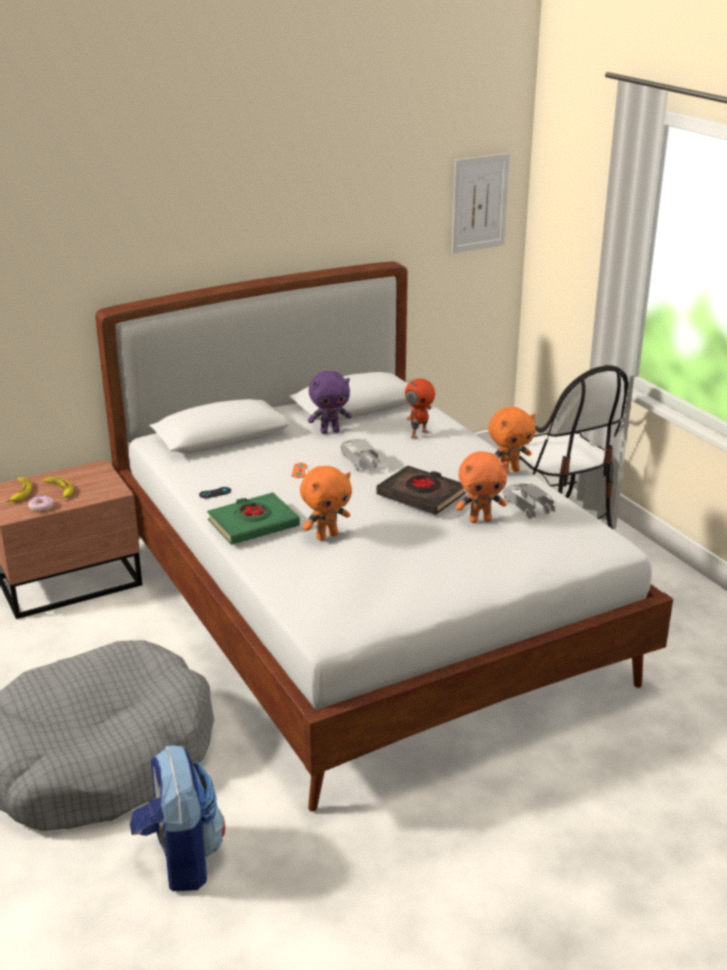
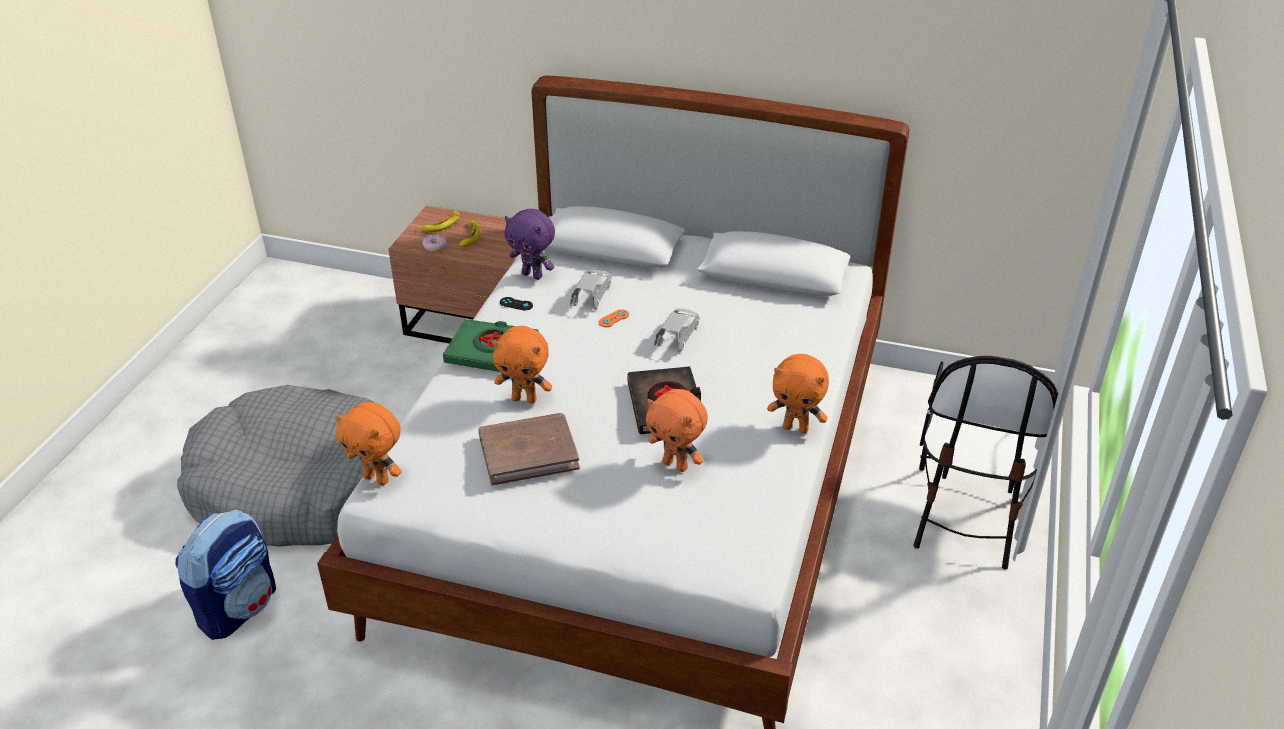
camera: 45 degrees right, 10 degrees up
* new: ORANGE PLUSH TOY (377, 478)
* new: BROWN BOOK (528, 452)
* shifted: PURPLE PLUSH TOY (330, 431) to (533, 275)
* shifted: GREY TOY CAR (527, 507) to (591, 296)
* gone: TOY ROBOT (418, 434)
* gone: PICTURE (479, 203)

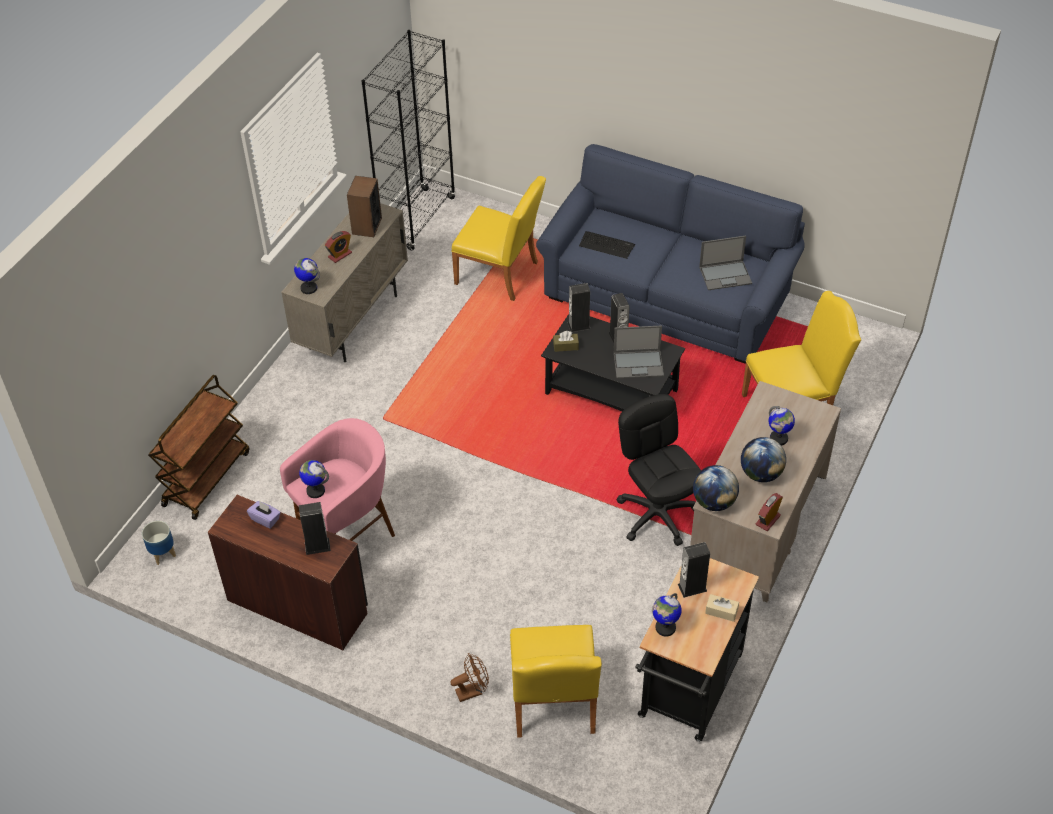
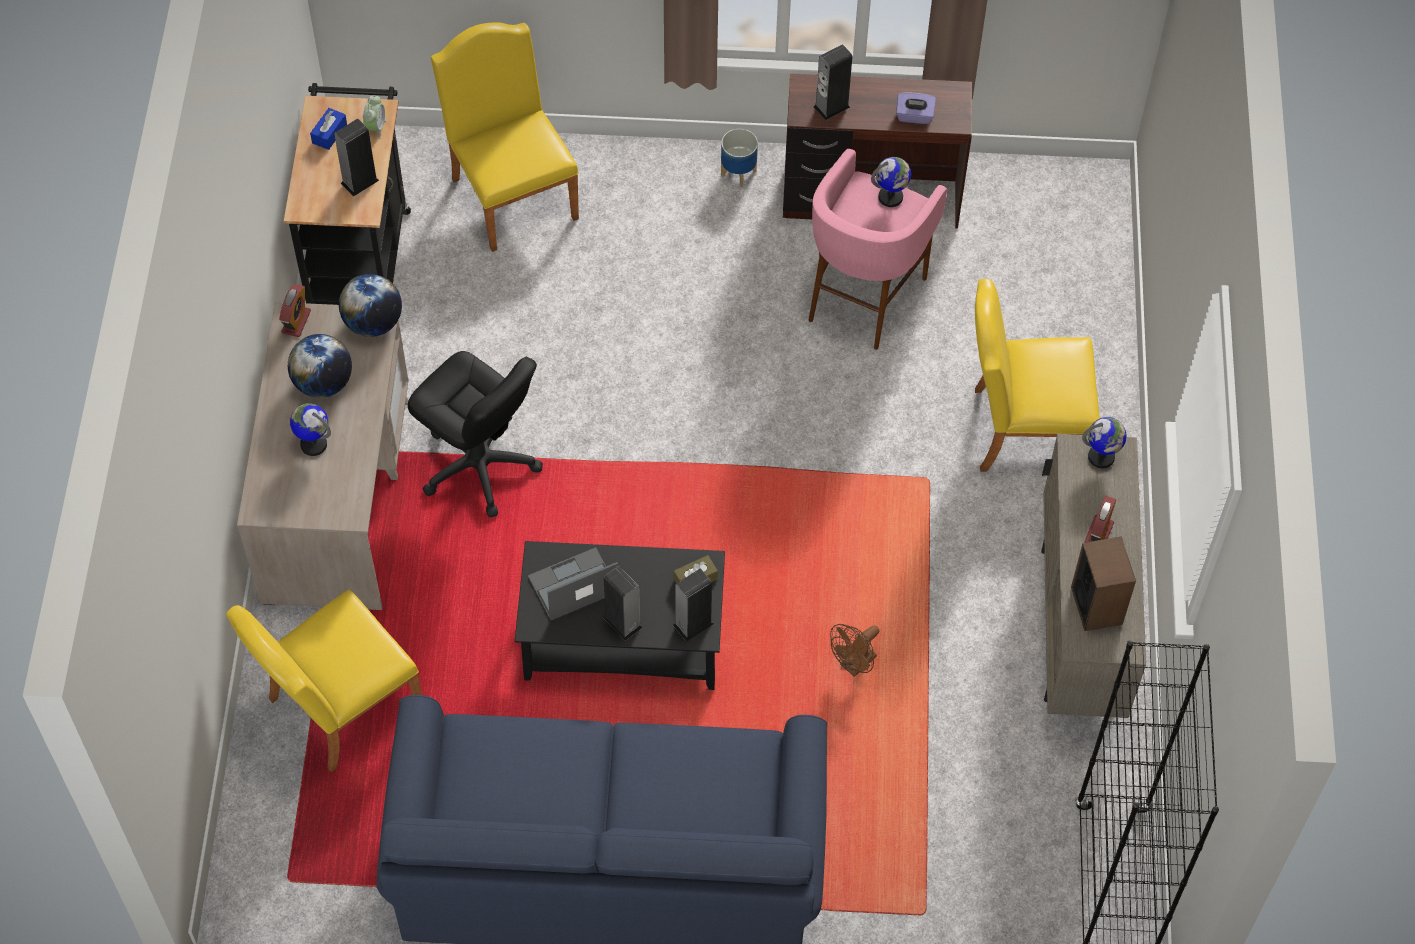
camera: 155 degrees right, 10 degrees up
* new: BLUE TISSUE BOX (329, 133)
* swapped: GLOBE (665, 627) to ALARM CLOCK (375, 127)
* shifted: PLANTER (162, 554) to (738, 173)
* shifted: BROWN FAN (472, 691) to (854, 665)
* shifted: YELLOW CHAIR (502, 275) to (1020, 429)
* gone: BROWN CART (206, 478)
* gone: KEYBOARD (606, 245)
* gone: LAPTOP (726, 275)
* gone: BEIGE TISSUE BOX (721, 611)

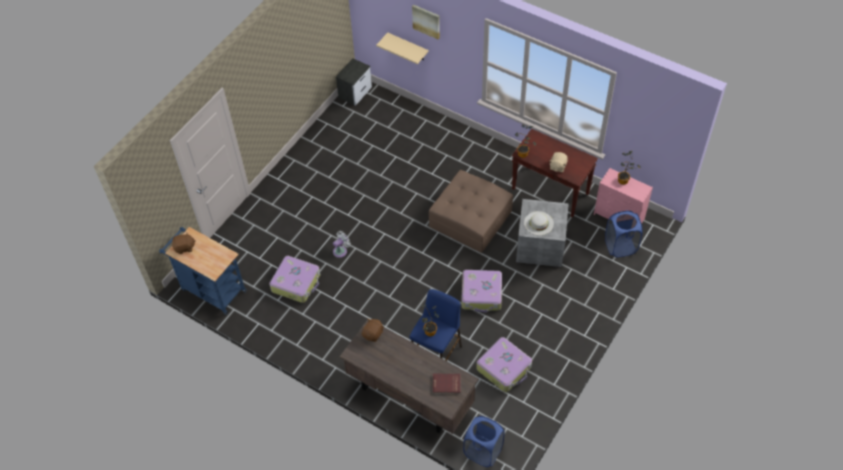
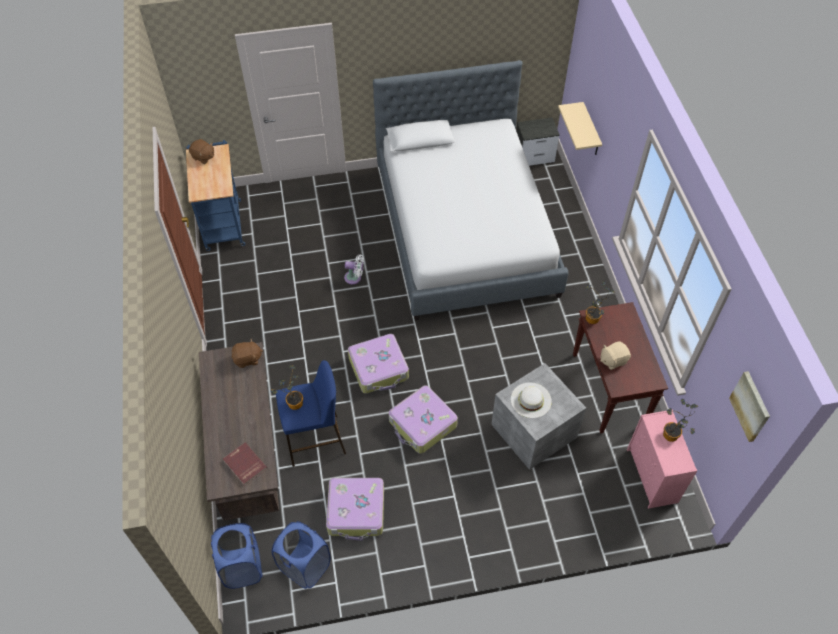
camera: 45 degrees right, 0 degrees up
* shifted: BLUE LAUNDRY BASKET (620, 246) to (305, 566)
* shifted: SUITCASE (296, 283) to (379, 368)
* new: BED (465, 230)
* shifted: PICTURE (426, 21) to (750, 406)
* gone: BROWN OTTOMAN (470, 218)

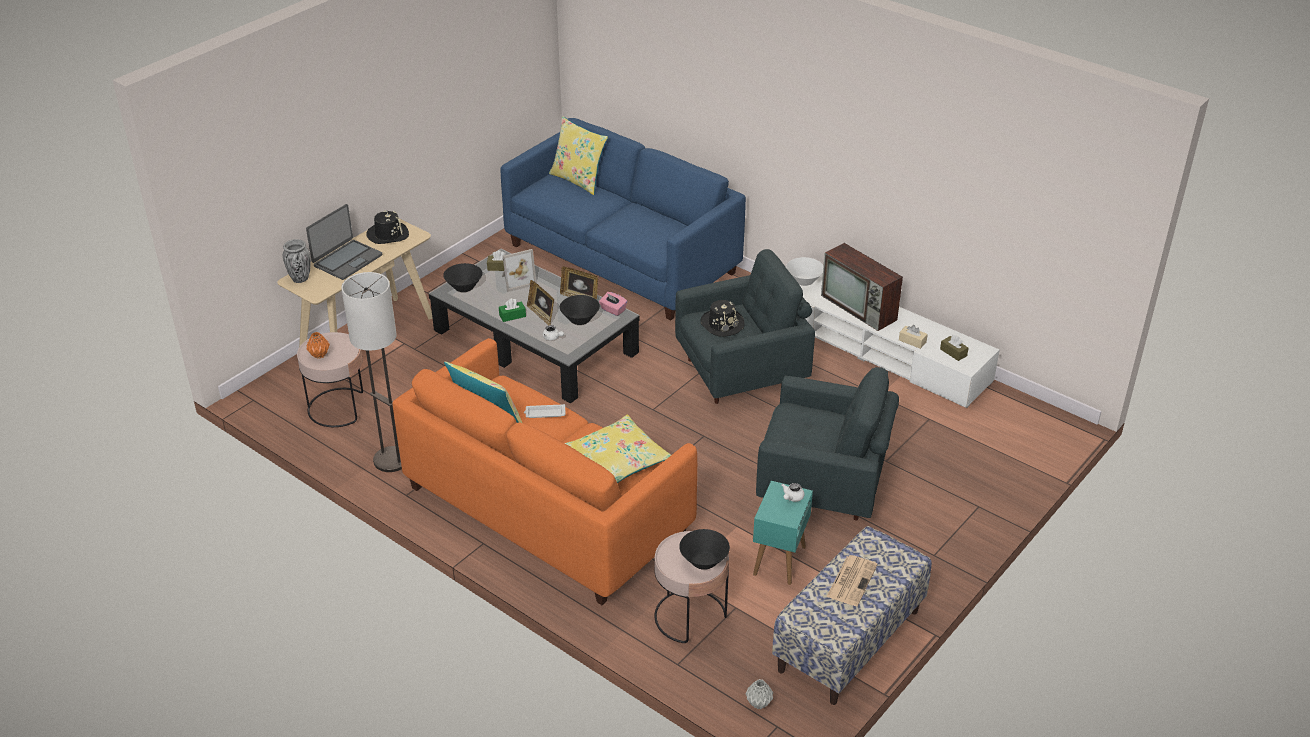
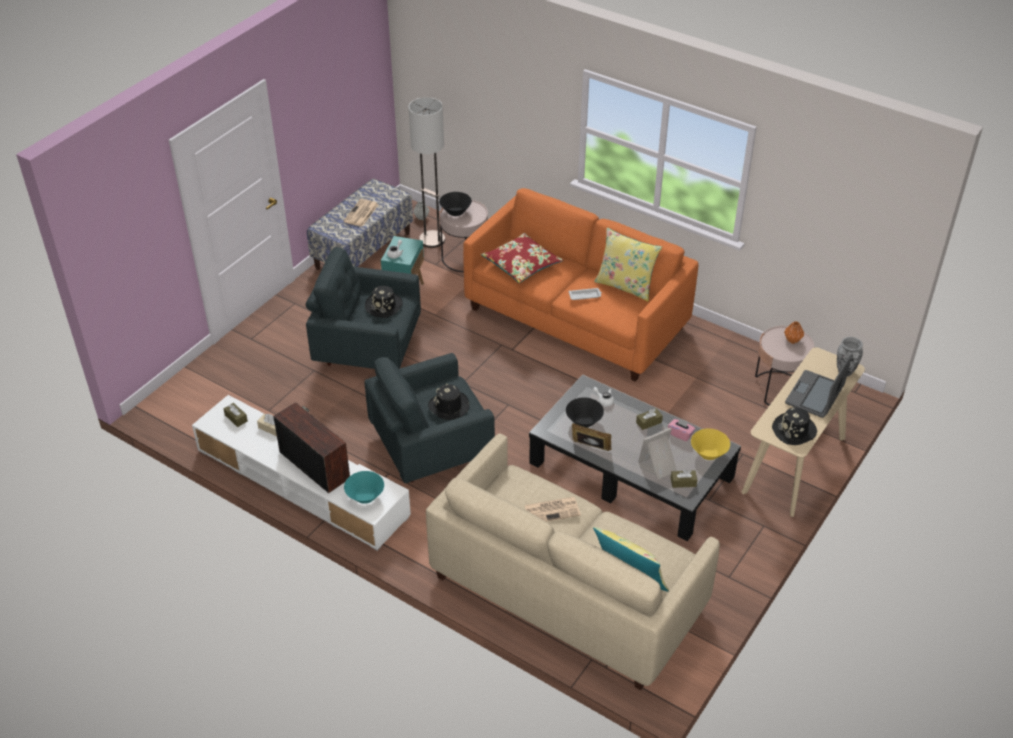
camera: 175 degrees right, 5 degrees up
* repainted: WHITE BOWL (804, 281) to TURQUOISE BOWL (365, 496)
* new: BLACK HAT (384, 306)
* shifted: FLOOR LAMP (391, 460) to (432, 239)
* repainted: BLUE SOFA (622, 259) to BEIGE SOFA (567, 591)
* repainted: YELLOW PILLOW (618, 460) to RED PILLOW (521, 264)
* new: NEWSPAPER (553, 510)
* repainted: GREEN TISSUE BOX (512, 316) to BROWN TISSUE BOX (649, 422)
* shifted: PINK TISSUE BOX (613, 310) to (680, 434)
* repainted: BLACK BOWL (464, 287) to YELLOW BOWL (708, 453)
* gone: PICTURE FRAME (541, 315)

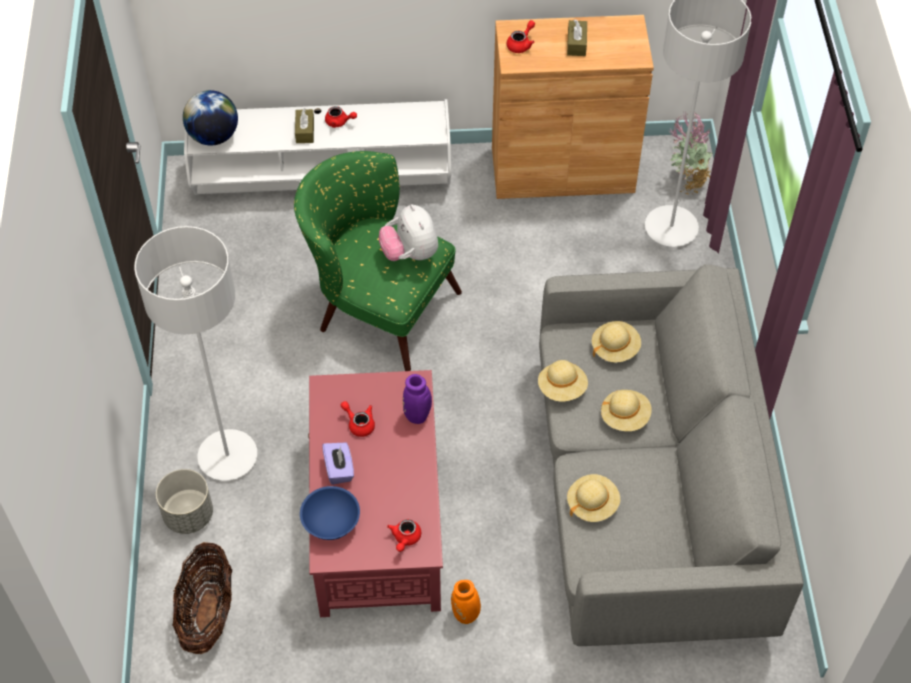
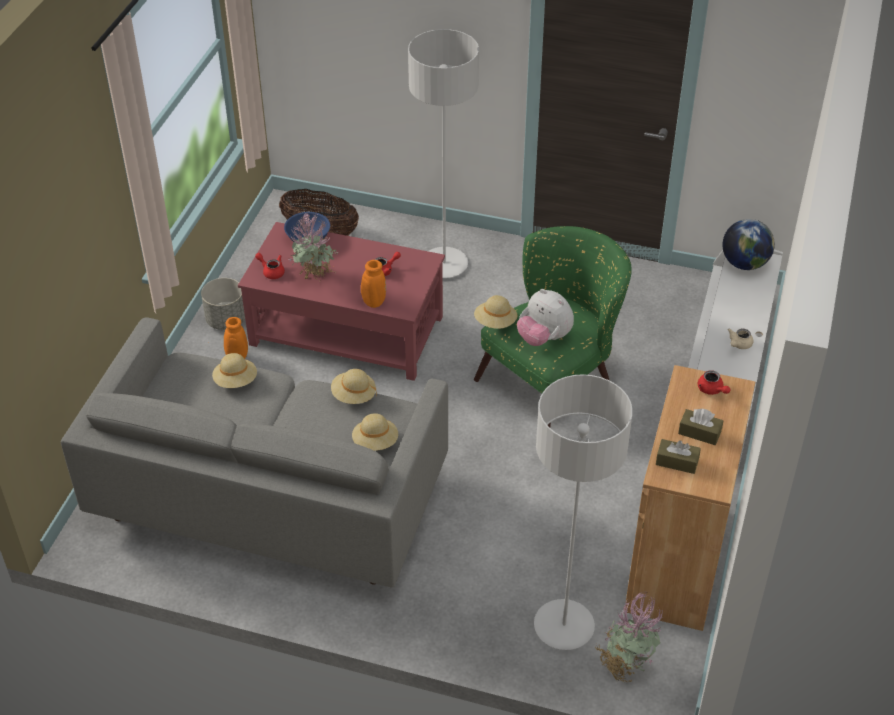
camera: 110 degrees right, 10 degrees down
* shifted: GREY PLANTER (188, 515) to (226, 320)
* new: POTTED PLANT (315, 279)
* repainted: PURPLE VASE (418, 417) to ORANGE VASE (372, 302)
* shifted: BEIGE HAT (625, 417) to (495, 322)
* rotated: PLUSH TOY (410, 253) = (544, 338) 135 degrees counterclockwise
* shifted: BROWN TISSUE BOX (305, 131) to (677, 462)
* repainted: RED TEAPOT (339, 122) to BEIGE TEAPOT (739, 345)
* gone: PURPLE TISSUE BOX (339, 469)

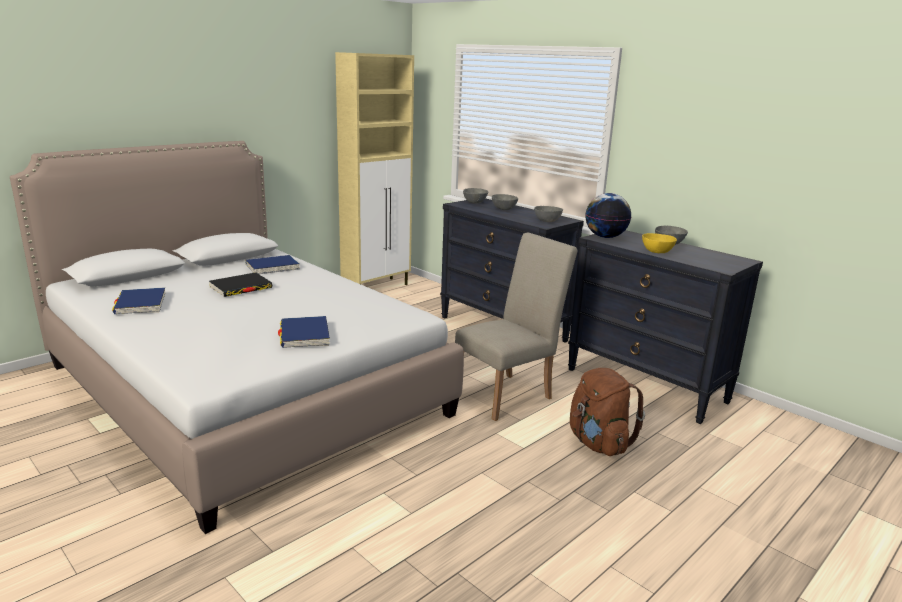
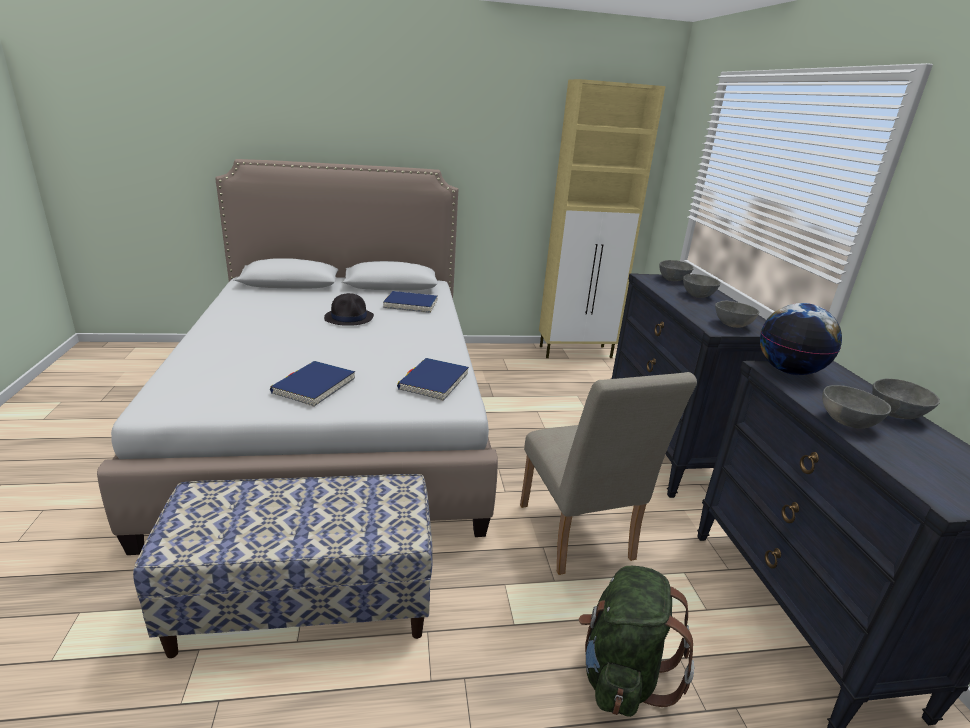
camera: 35 degrees right, 5 degrees up
* new: BENCH (306, 603)
* swapped: BLACK BOOK (241, 288) to BLACK HAT (349, 317)
* shifted: BLUE BOOK (140, 304) to (434, 382)
* rotated: BEIGE CHAIR (509, 394) = (578, 538) 75 degrees clockwise
* repainted: BROWN BACKPACK (598, 443) to GREEN BACKPACK (621, 674)
* repainted: YELLOW BOWL (656, 252) to GREY BOWL (845, 421)

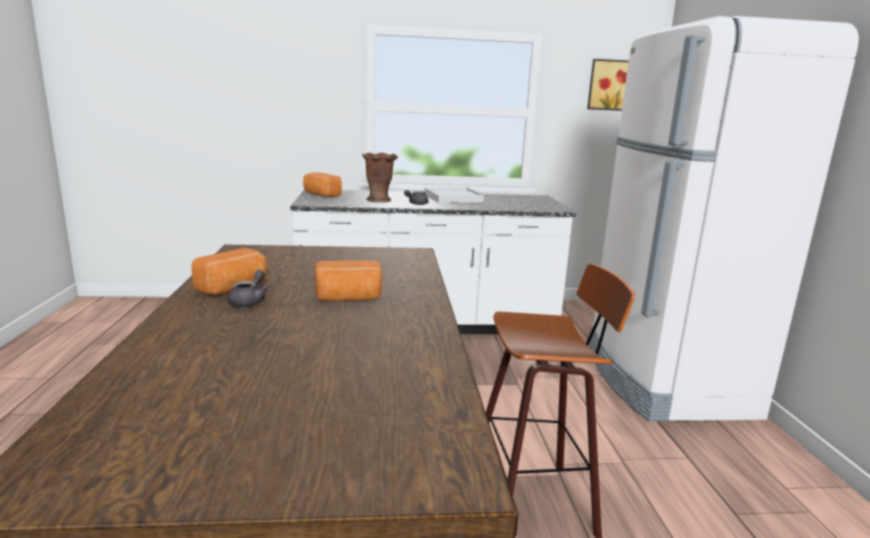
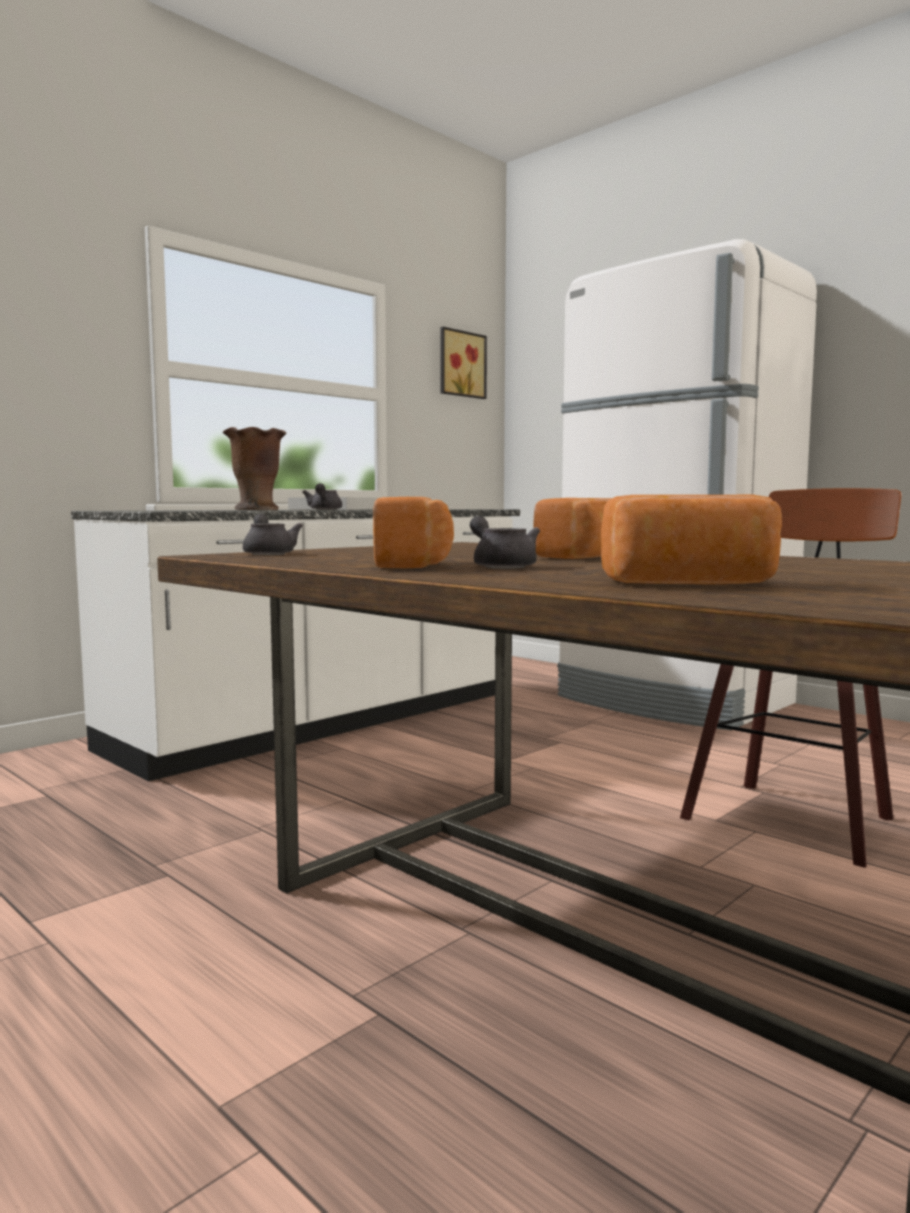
camera: 40 degrees left, 10 degrees down
* new: GREY TEAPOT (269, 553)
* shifted: BREAD (321, 194) to (689, 583)

